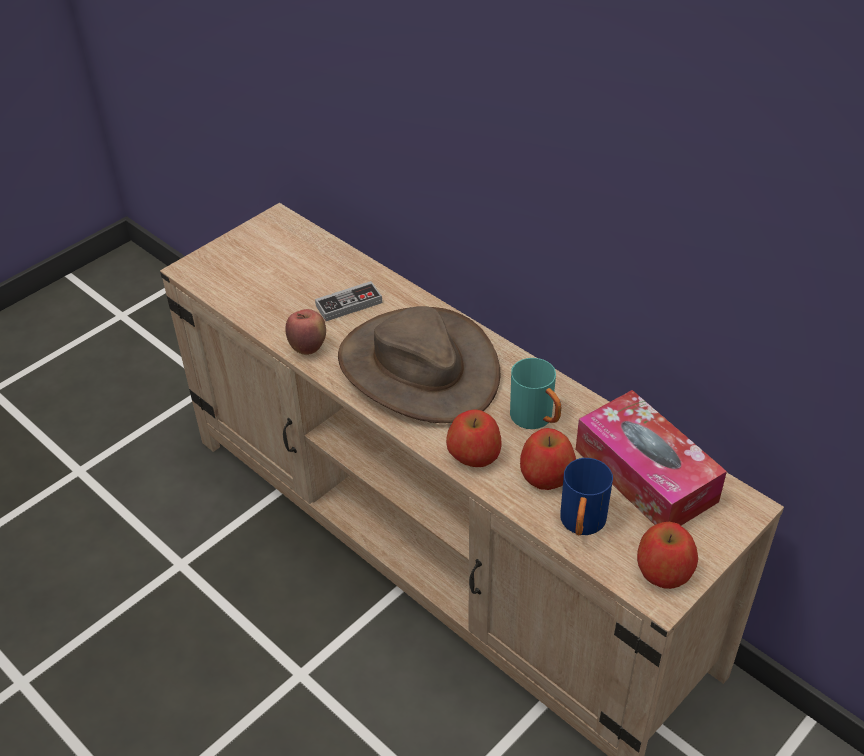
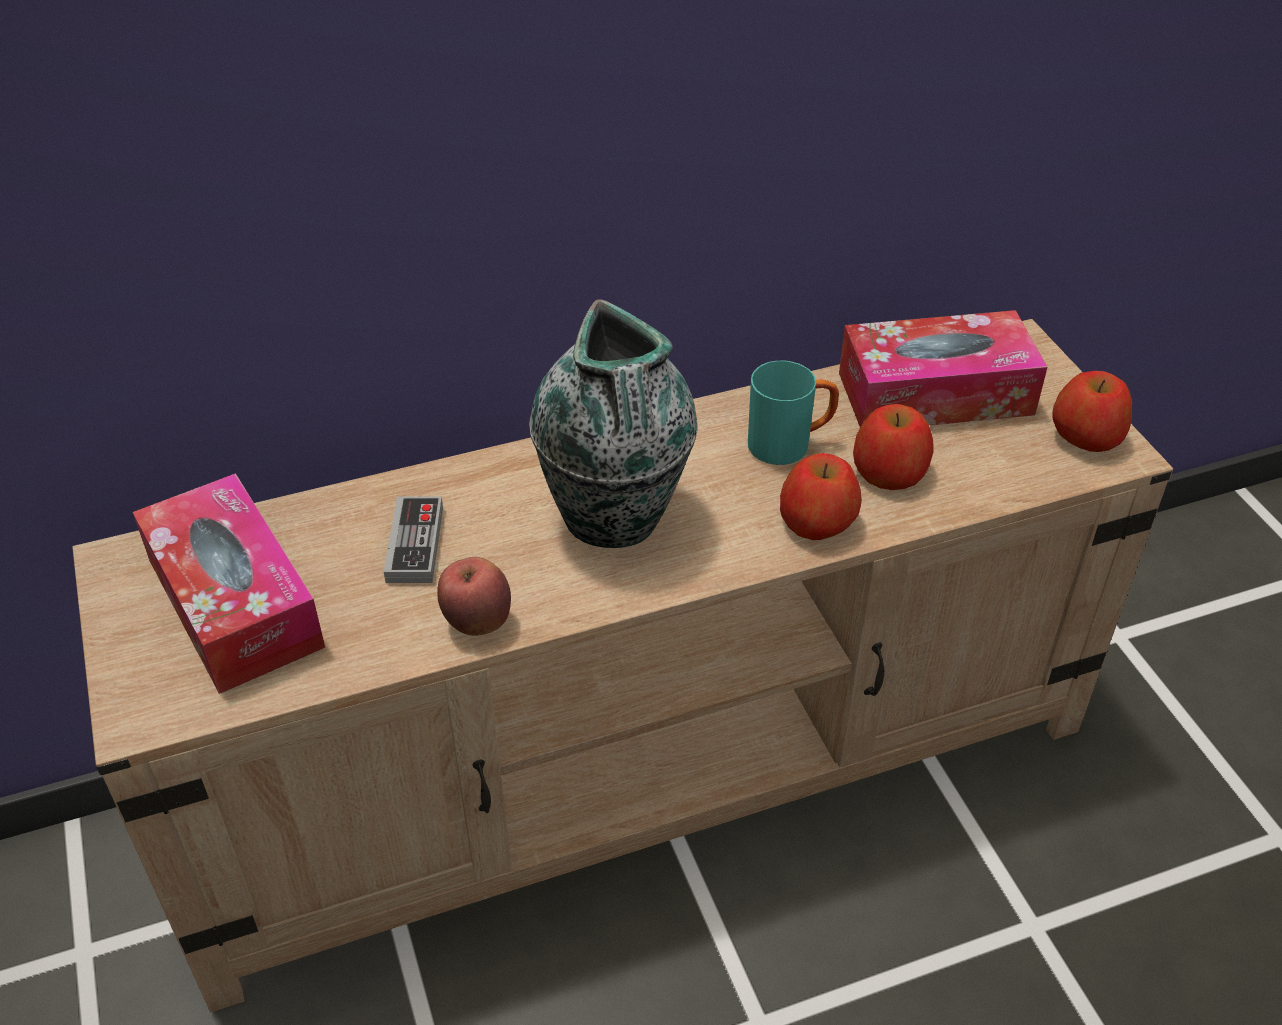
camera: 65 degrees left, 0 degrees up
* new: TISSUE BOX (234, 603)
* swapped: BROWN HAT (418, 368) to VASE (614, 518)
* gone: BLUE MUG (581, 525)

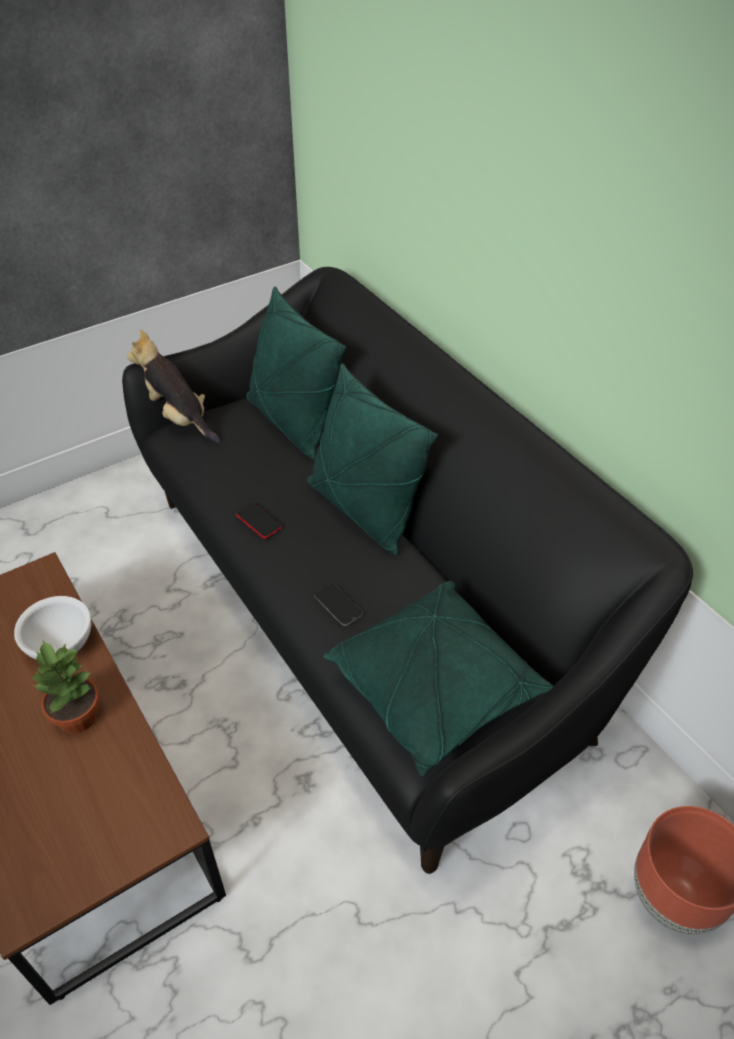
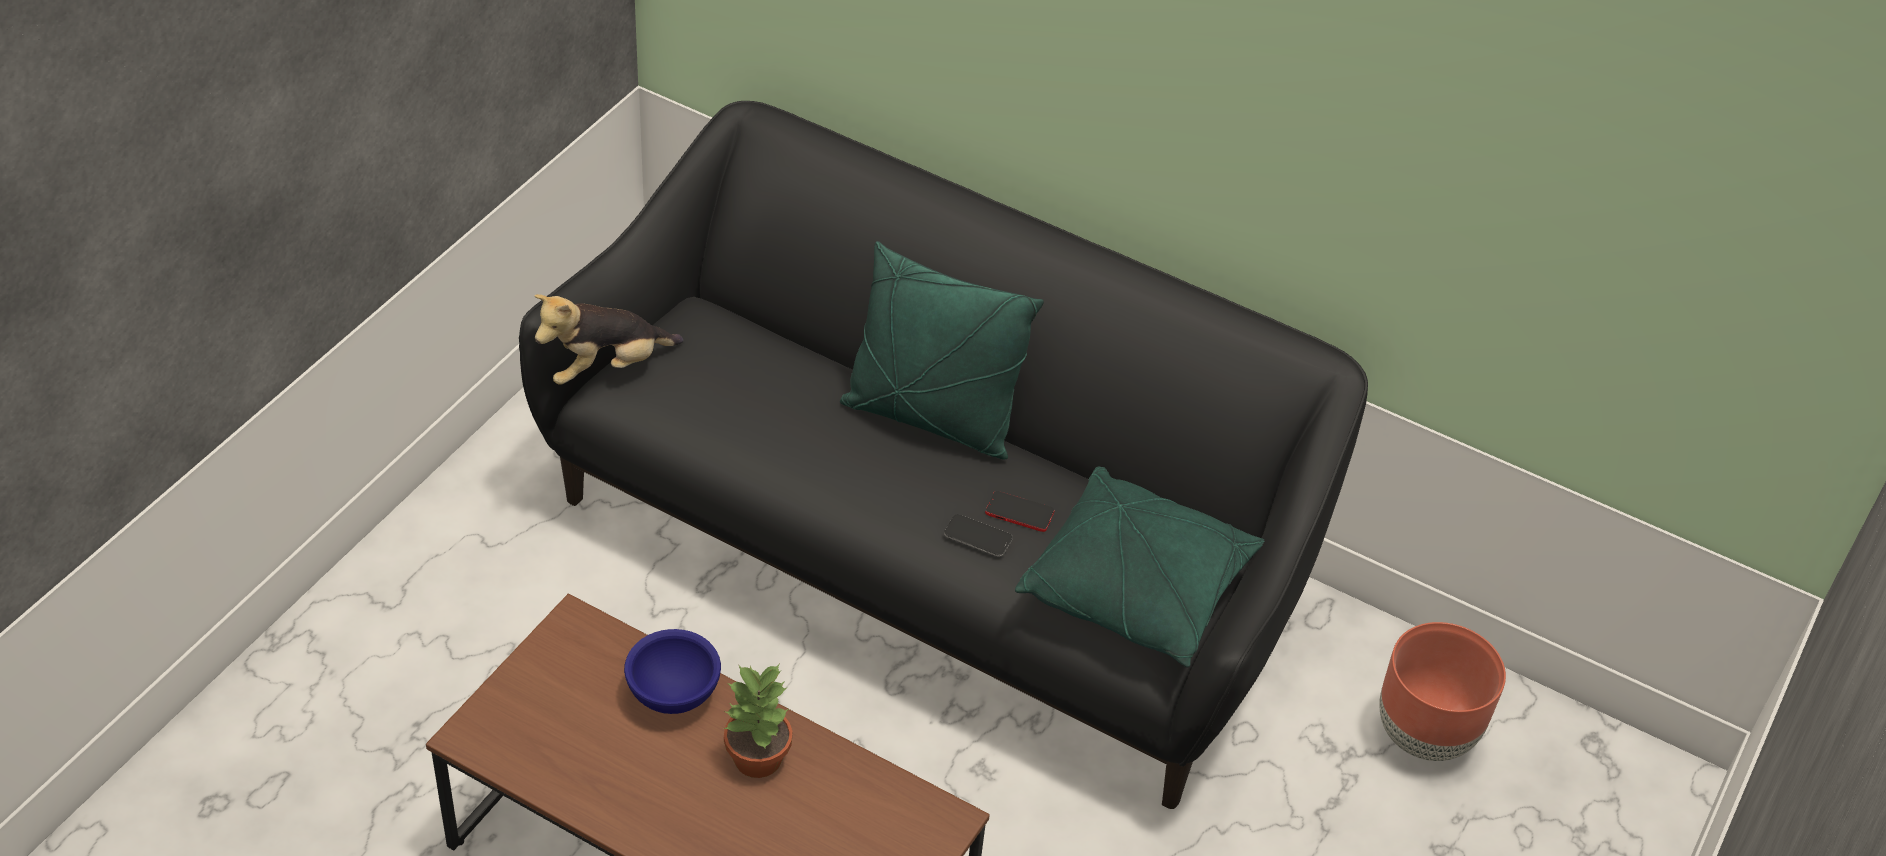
camera: 30 degrees left, 0 degrees up
* rotated: PLUSH TOY (179, 418) = (606, 367) 45 degrees counterclockwise
* repainted: WHITE BOWL (60, 645) to BLUE BOWL (672, 693)
* shifted: PHONE (259, 521) to (1019, 512)
* gone: GREEN PILLOW (292, 423)

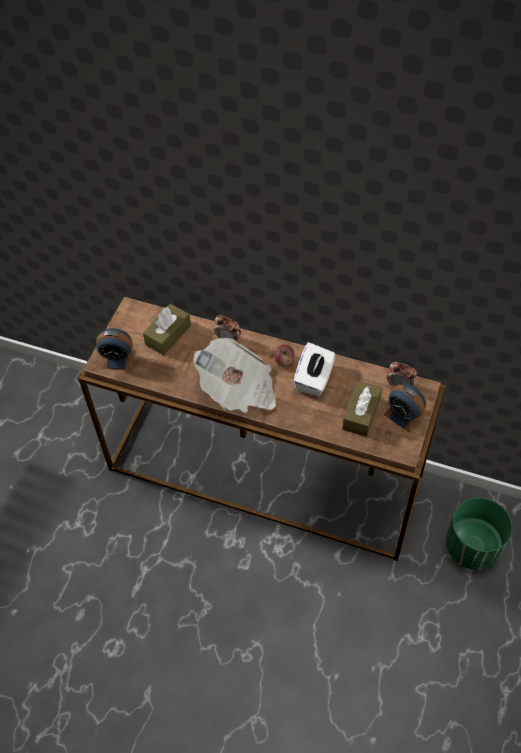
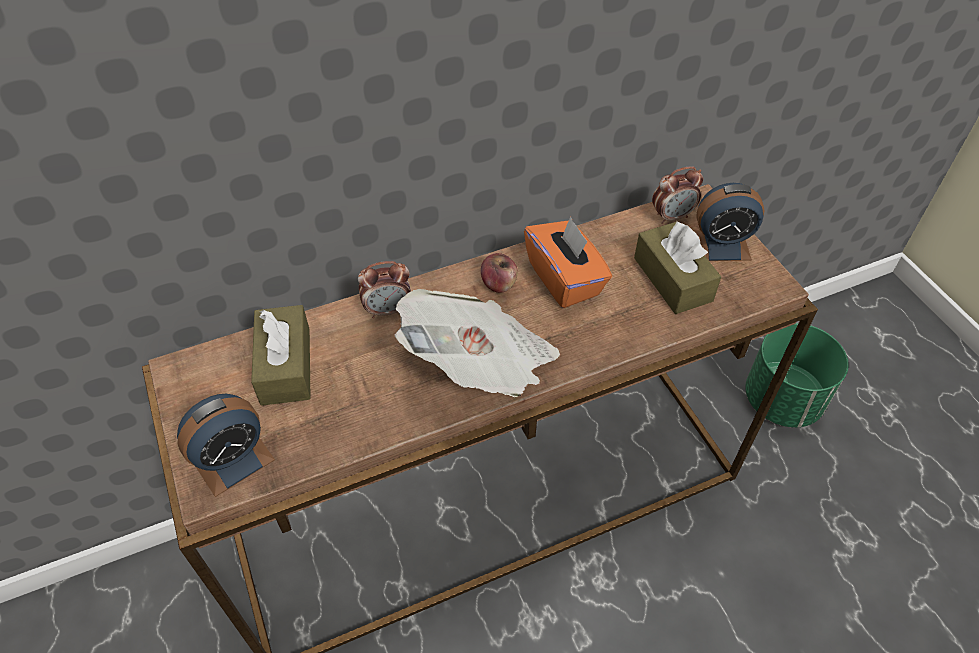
camera: 45 degrees left, 5 degrees down
* repainted: WHITE TISSUE BOX (314, 379) to ORANGE TISSUE BOX (565, 279)

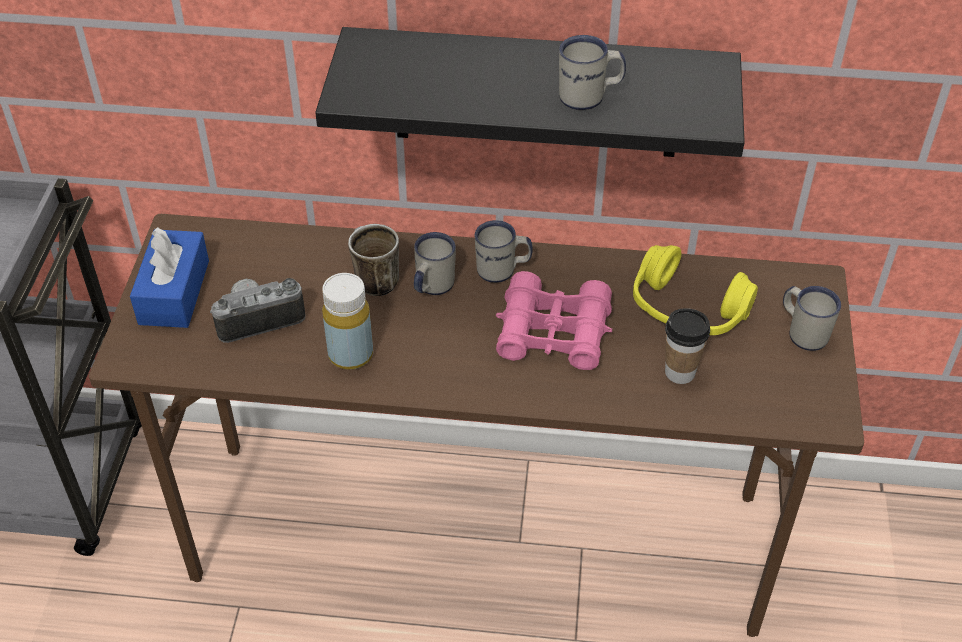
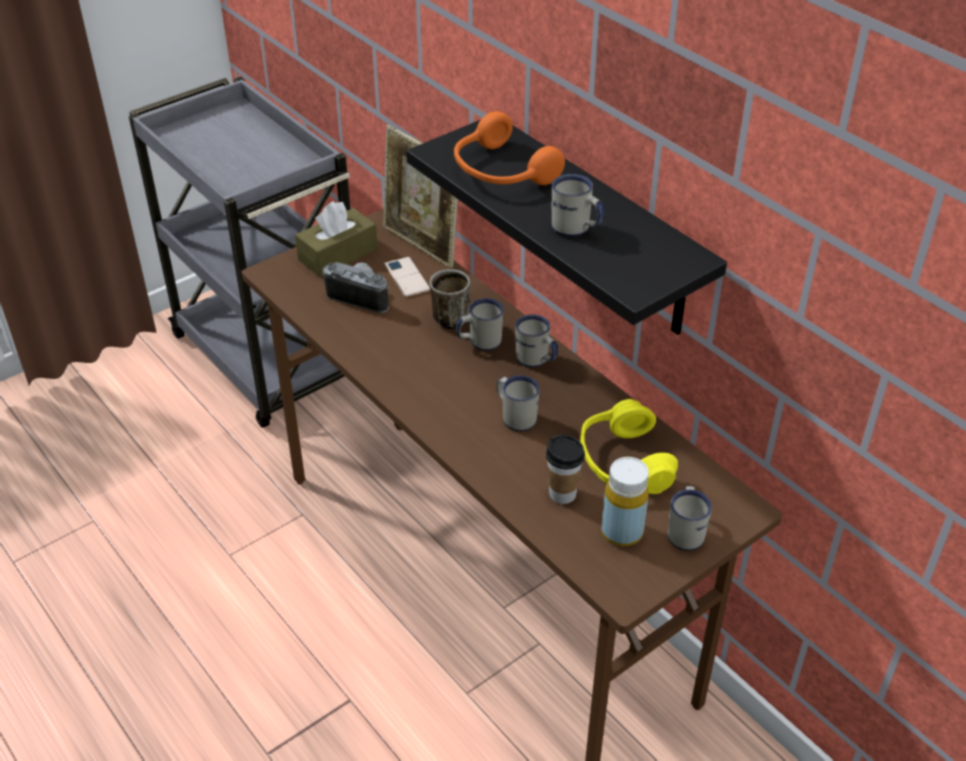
camera: 45 degrees right, 5 degrees down
* repainted: BLUE TISSUE BOX (174, 292) to BROWN TISSUE BOX (338, 254)
* new: PICTURE FRAME (421, 245)
* new: PHONE (407, 277)
* new: ORANGE HEADPHONES (500, 172)
* swapped: PINK BINOCULARS (553, 333) to WHITE MUG (515, 416)
* shifted: YELLOW BOTTLE (350, 354) to (622, 532)

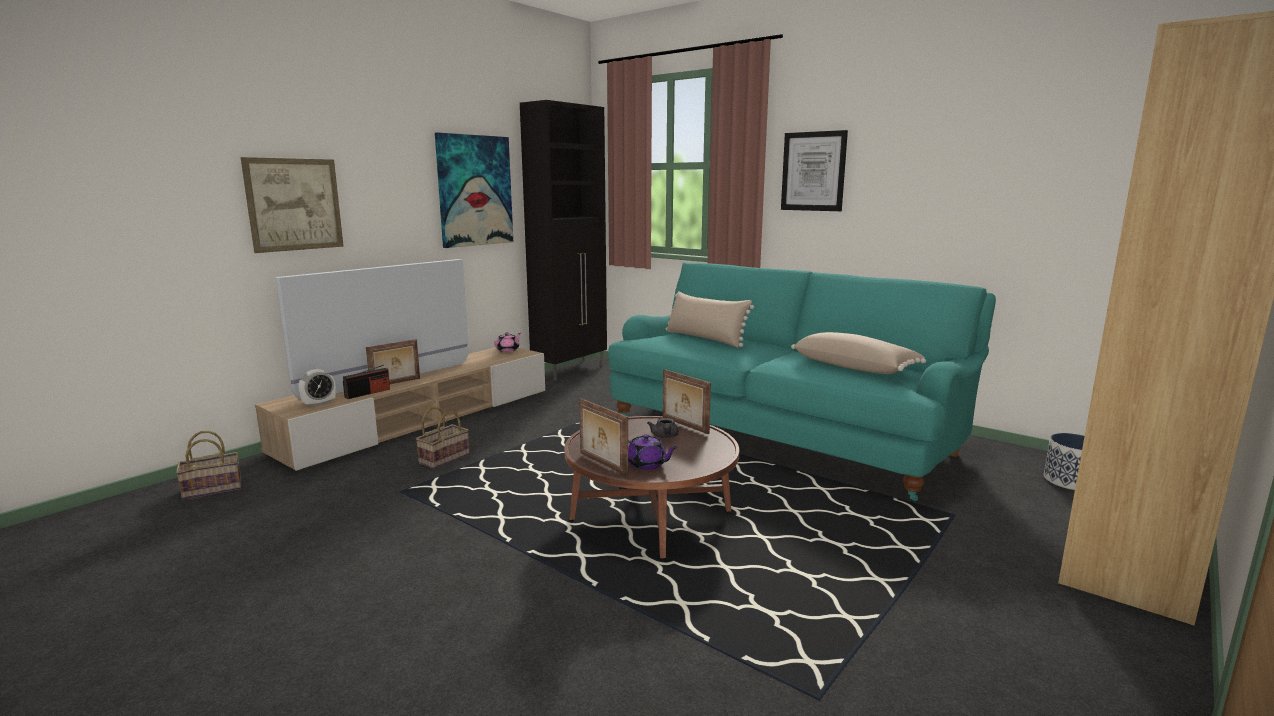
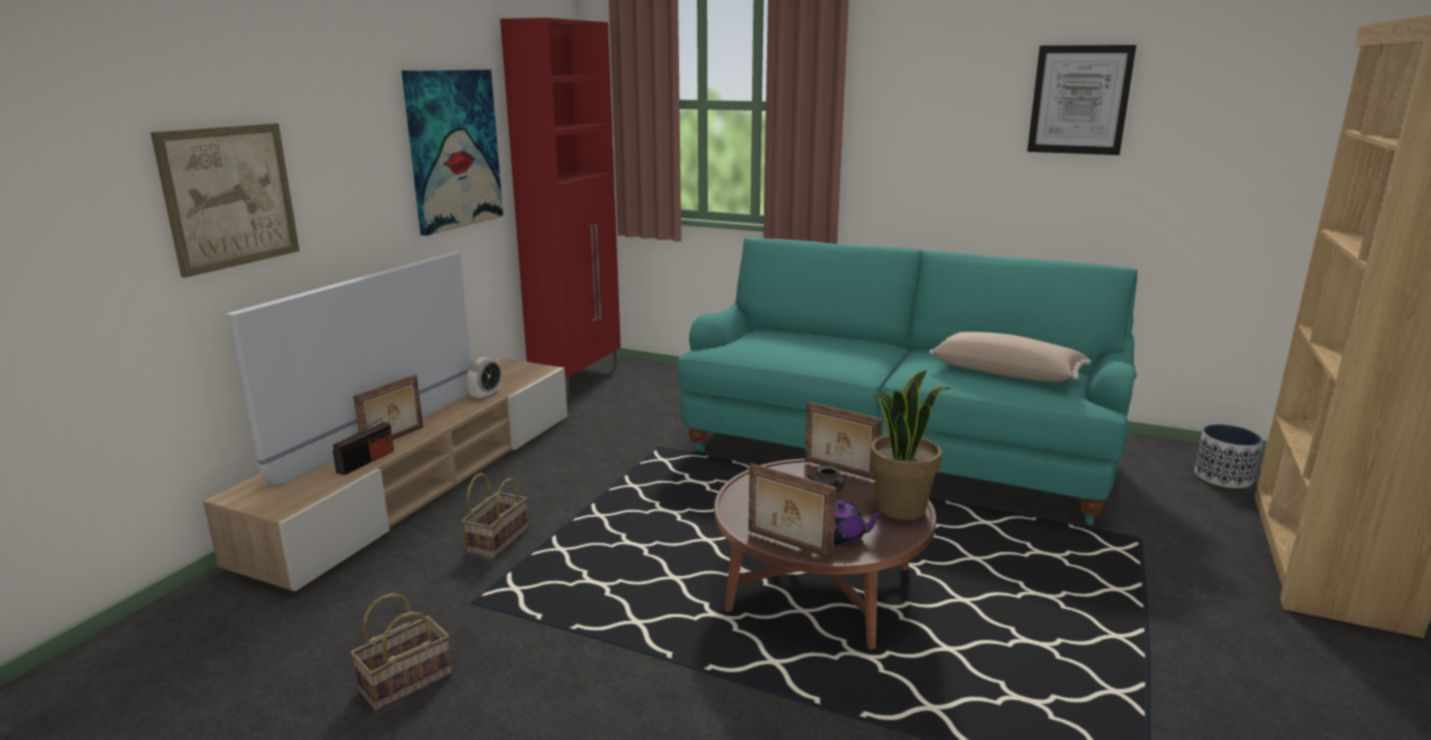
camera: 15 degrees left, 5 degrees up
* shifted: BASKET (214, 488) to (407, 681)
* shifted: ALARM CLOCK (319, 403) to (486, 396)
* repainted: BLACK CABINET (571, 370) to RED CABINET (578, 379)
* new: POTTED PLANT (900, 507)
* shifted: PICTURE (813, 171) to (1079, 100)
* gone: PINK TEAPOT (508, 350)
* gone: BEIGE PILLOW (705, 338)

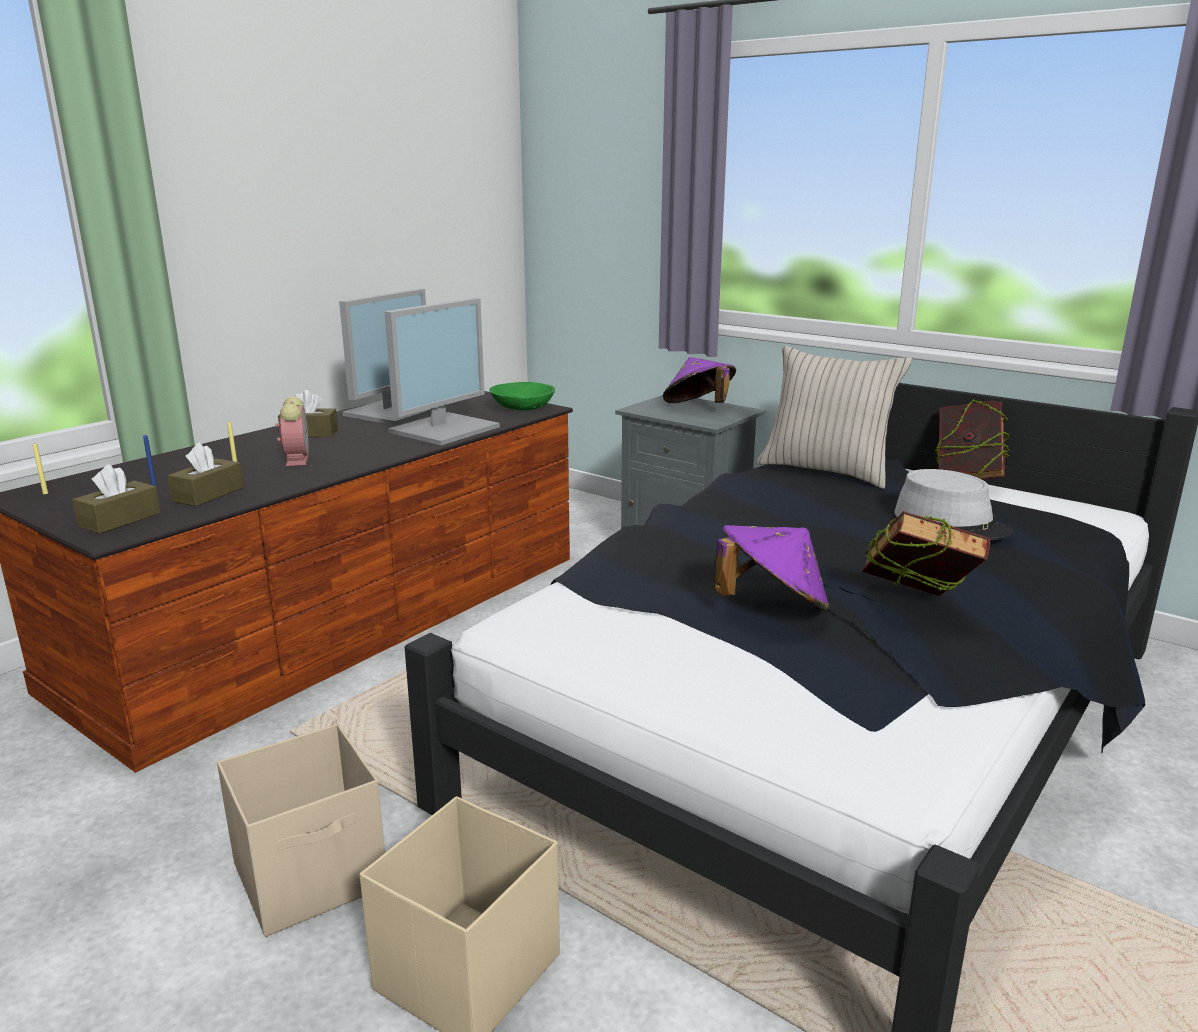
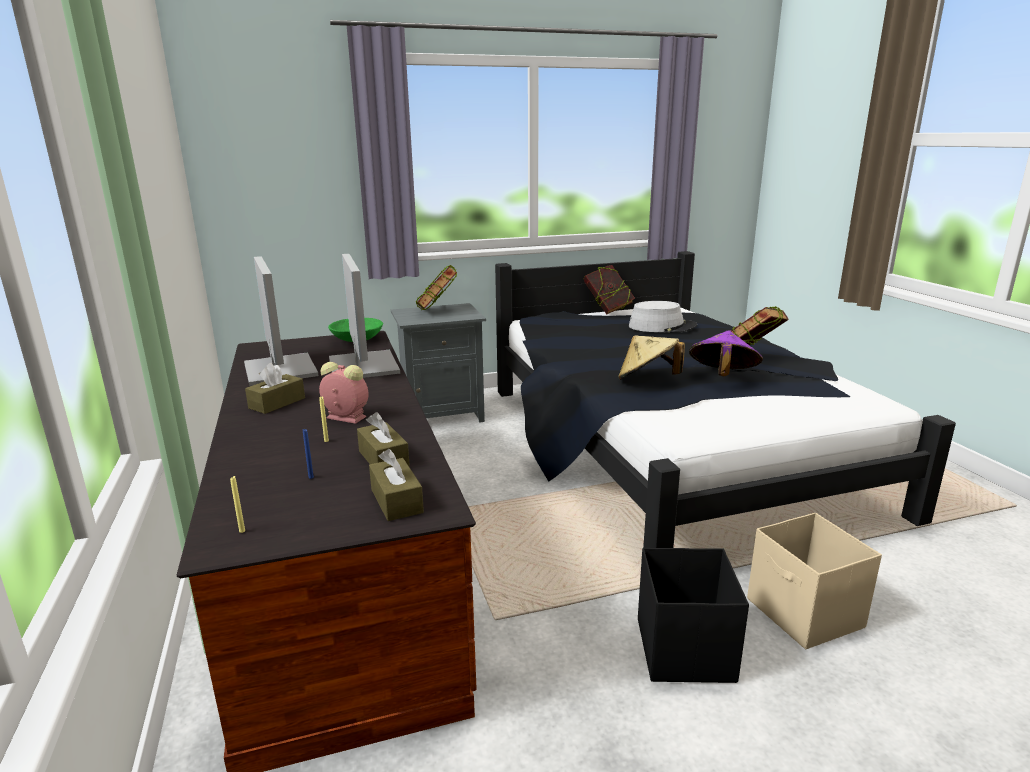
camera: 55 degrees left, 0 degrees up
* swapped: PURPLE HAT (698, 408) to BOOK (437, 311)
* new: BEIGE HAT (647, 380)
* repainted: BEIGE STORAGE BOX (313, 877) to BLACK STORAGE BOX (685, 649)
* gone: BEIGE PILLOW (826, 471)

